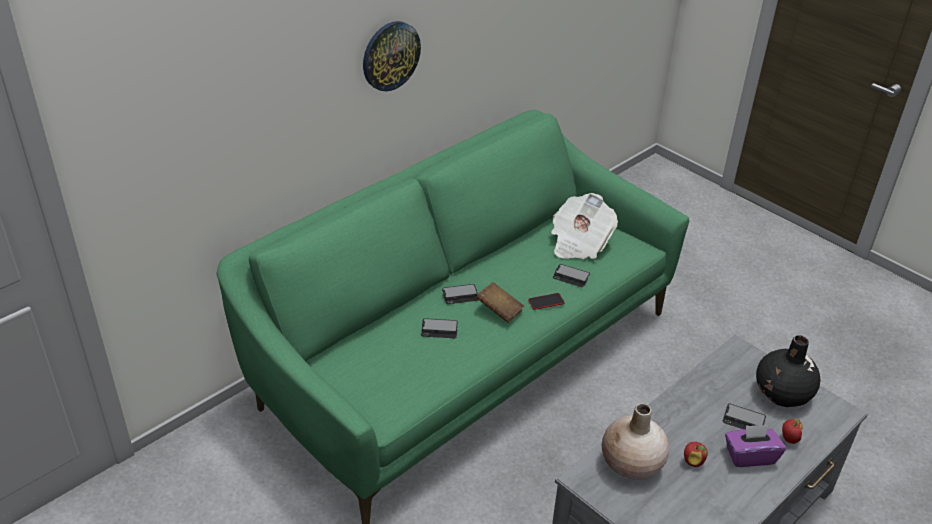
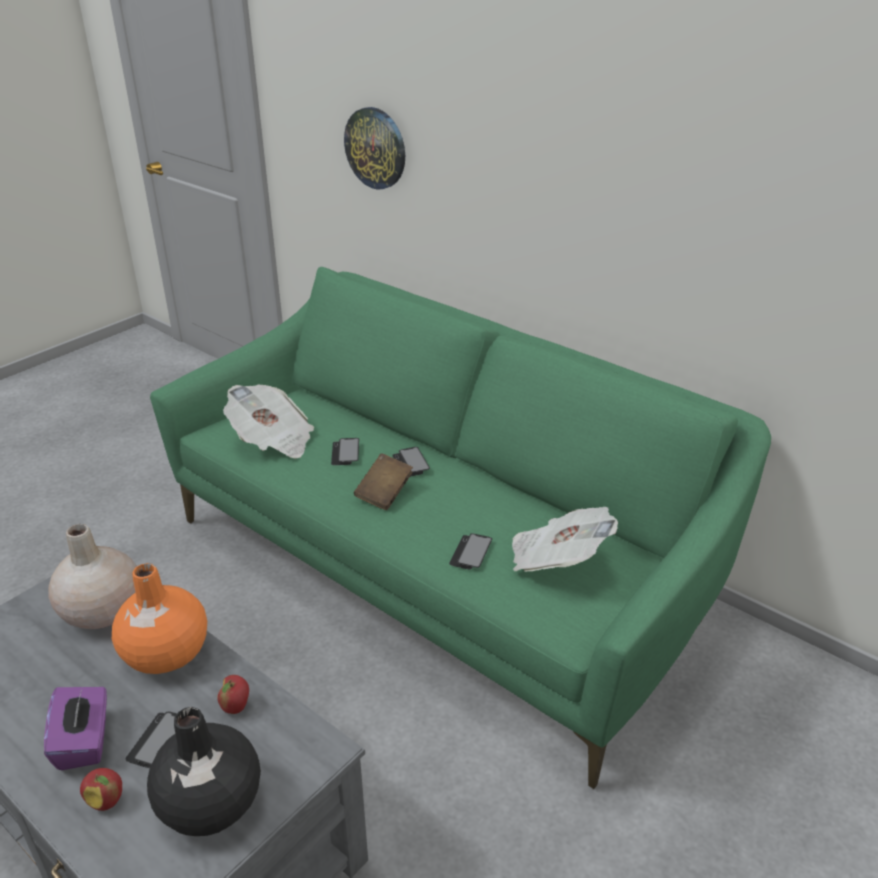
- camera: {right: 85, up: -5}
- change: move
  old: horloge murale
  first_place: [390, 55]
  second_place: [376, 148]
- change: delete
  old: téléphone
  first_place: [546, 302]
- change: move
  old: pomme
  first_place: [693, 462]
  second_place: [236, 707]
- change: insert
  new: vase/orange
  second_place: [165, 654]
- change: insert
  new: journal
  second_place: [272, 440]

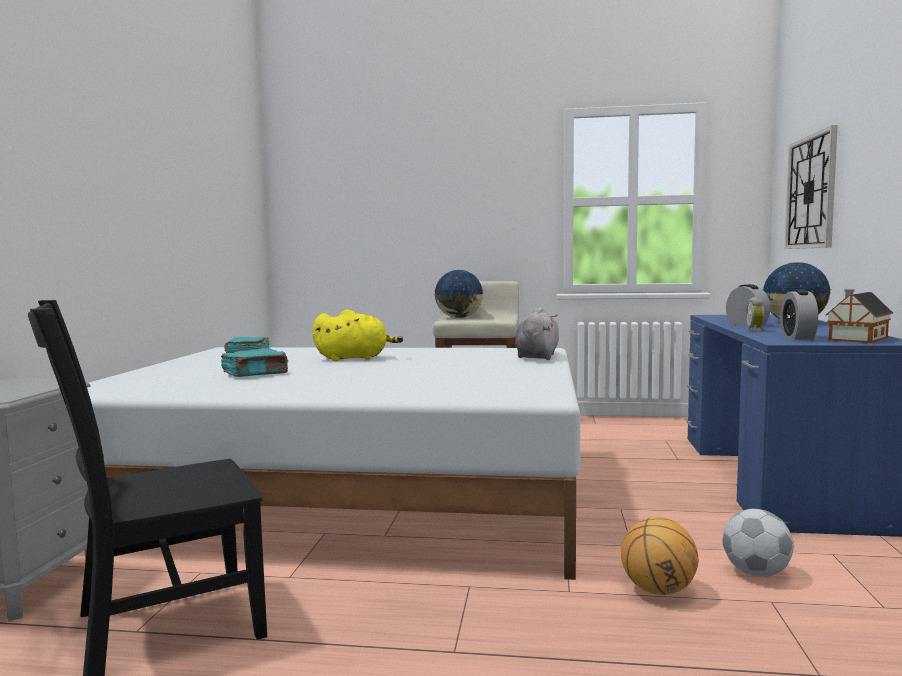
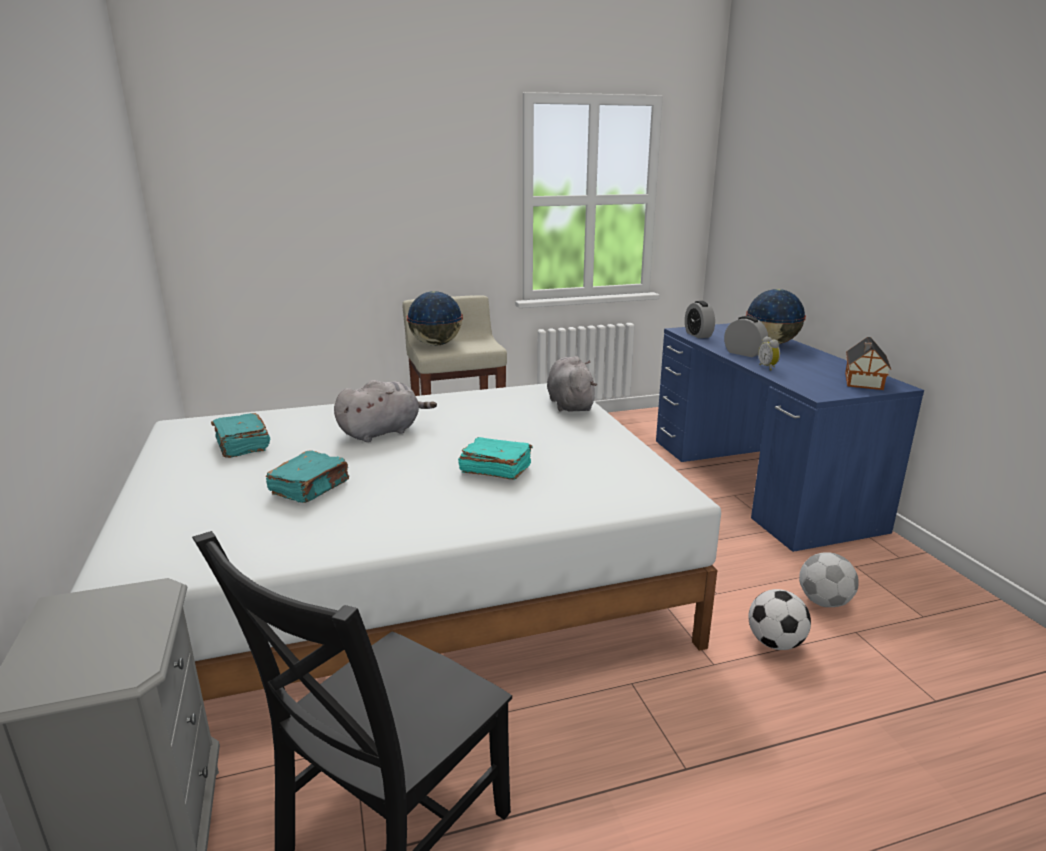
- camera: {right: -25, up: 15}
- change: recolor
  old: peluche/jaune
  new: peluche/gris
  first_place: [355, 358]
  second_place: [383, 432]
- change: replace
  old: ballon de basket
  new: ballon de foot
  first_place: [657, 590]
  second_place: [775, 643]
- change: move
  old: réveil
  first_place: [797, 337]
  second_place: [698, 335]
- change: delete
  old: horloge murale
  first_place: [811, 192]
- change: insert
  new: livre/turquoise
  second_place: [495, 470]

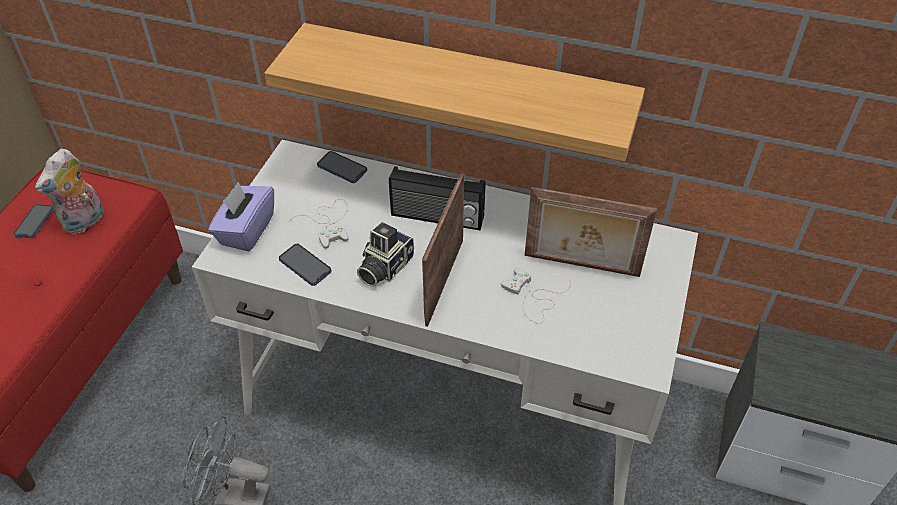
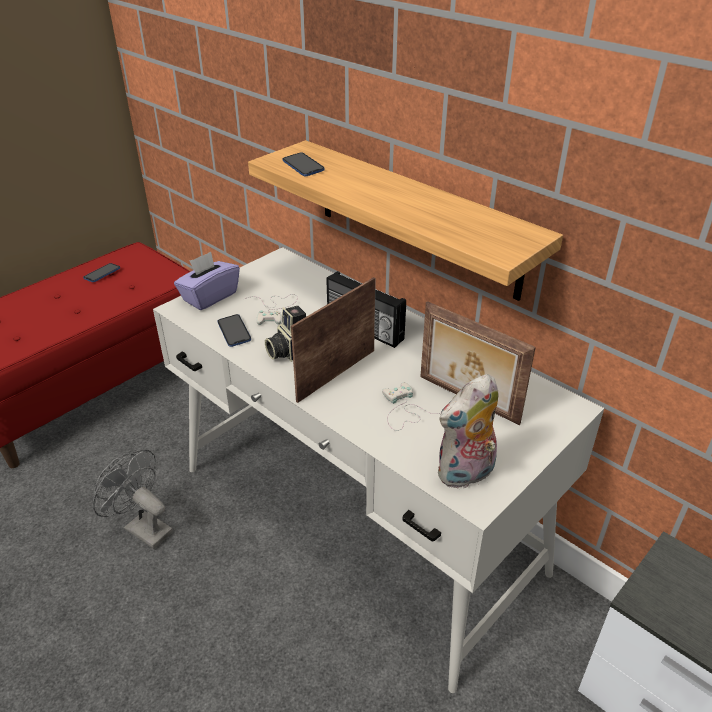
- camera: {right: 25, up: -10}
- change: move
  old: peluche
  first_place: [84, 222]
  second_place: [466, 475]
- change: move
  old: téléphone
  first_place: [342, 168]
  second_place: [303, 166]

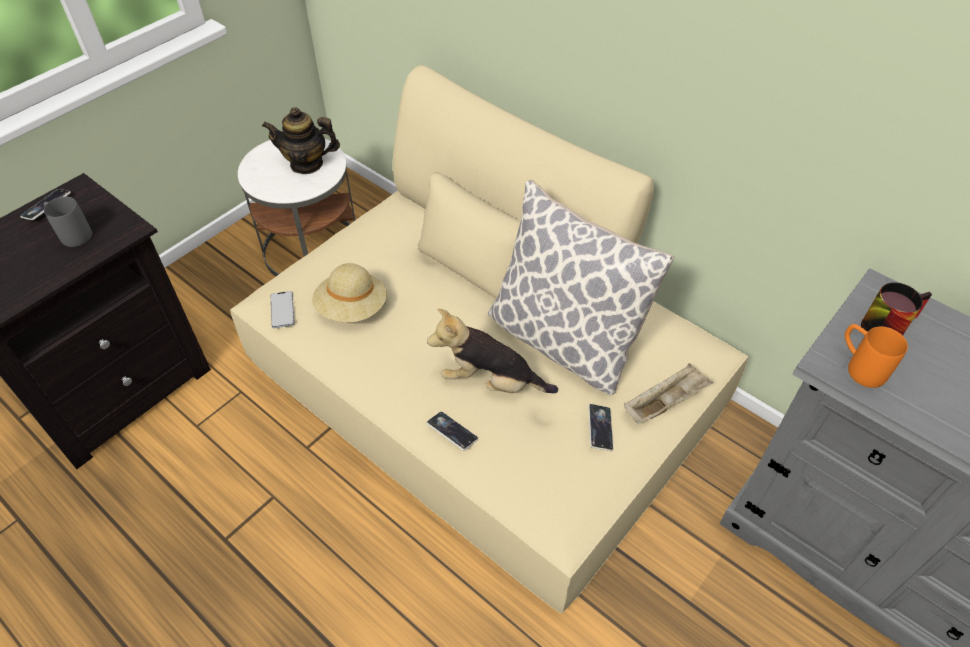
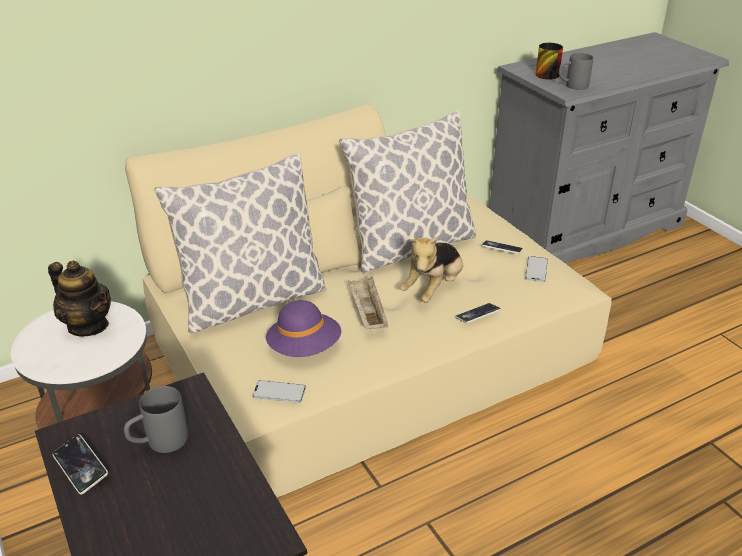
- camera: {right: -70, up: -15}
- change: rotate
  old: théière
  first_place: [307, 164]
  second_place: [88, 325]
  degrees: -75
- change: recolor
  old: chapeau/beige
  new: chapeau/violet
  first_place: [352, 308]
  second_place: [304, 348]
- change: move
  old: plateau/beige
  first_place: [665, 402]
  second_place: [367, 314]
- change: recolor
  old: mug/orange
  new: mug/gris
  first_place: [859, 366]
  second_place: [572, 86]
- change: insert
  new: coussin
  second_place: [252, 300]
- change: insert
  new: téléphone
  second_place: [536, 270]

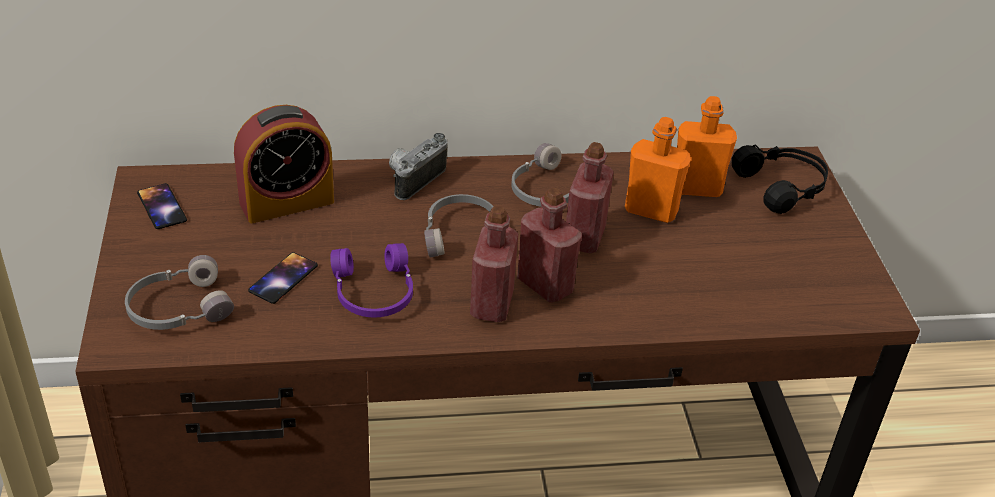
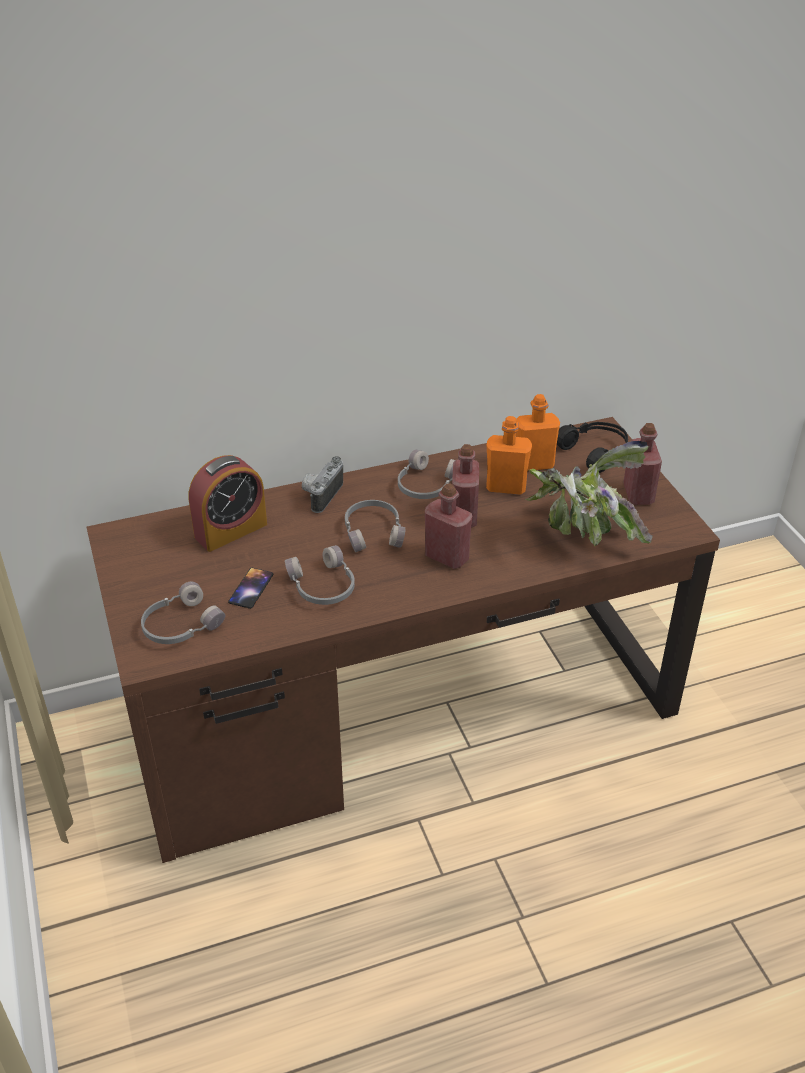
- camera: {right: -10, up: 0}
- change: delete
  old: téléphone
  first_place: [161, 207]
- change: recolor
  old: casque audio/violet
  new: casque audio/gris
  first_place: [372, 293]
  second_place: [322, 586]
- change: move
  old: bouteille/rouge
  first_place: [492, 304]
  second_place: [638, 494]
- change: insert
  new: plante en pot
  second_place: [581, 534]

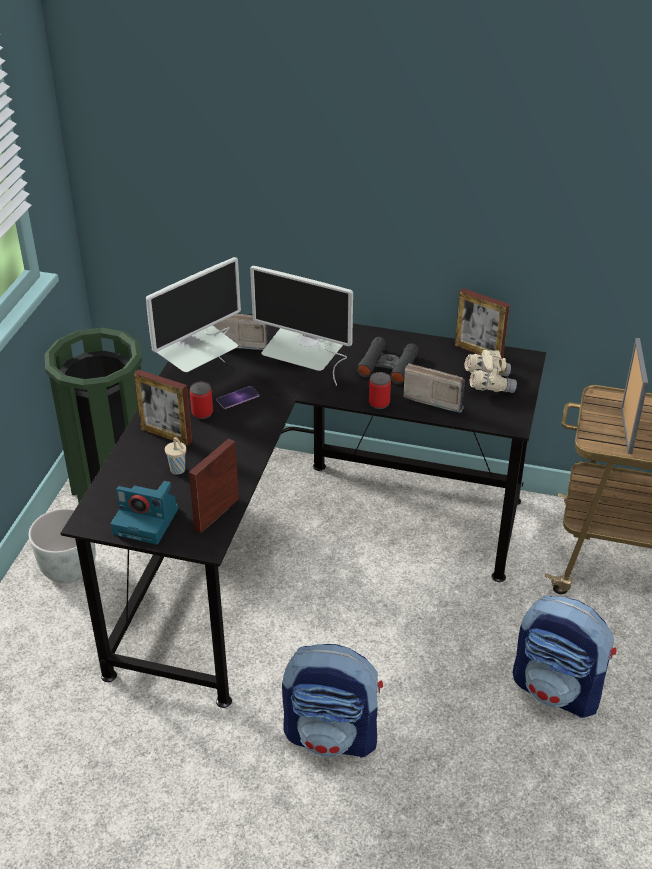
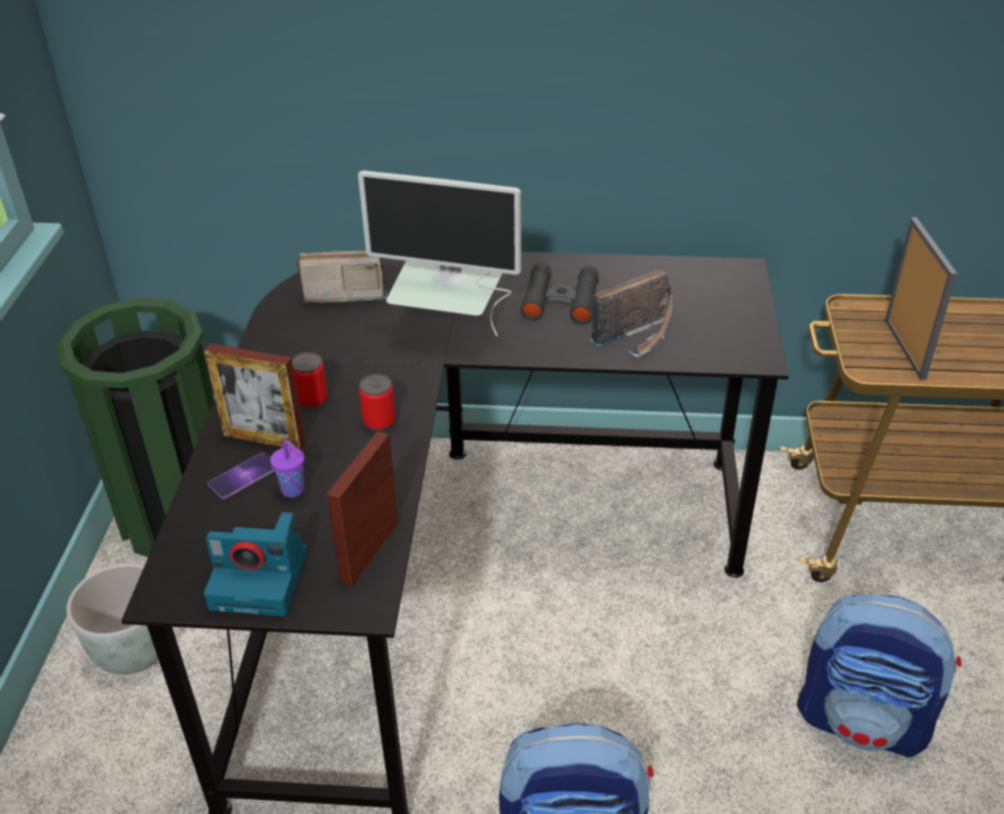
- camera: {right: -10, up: 0}
- change: delete
  old: écran d'ordinateur
  first_place: [197, 375]
- change: recolor
  old: tasse/beige
  new: tasse/violet
  first_place: [178, 470]
  second_place: [294, 490]
- change: move
  old: téléphone
  first_place: [238, 397]
  second_place: [244, 476]
- change: move
  old: boîte métallique
  first_place: [379, 403]
  second_place: [379, 421]
- change: rotate
  old: radio
  first_place: [433, 398]
  second_place: [638, 336]
  degrees: 135
- change: delete
  old: cadre photo
  first_place: [478, 352]
- change: delete
  old: jumelles/beige
  first_place: [488, 384]

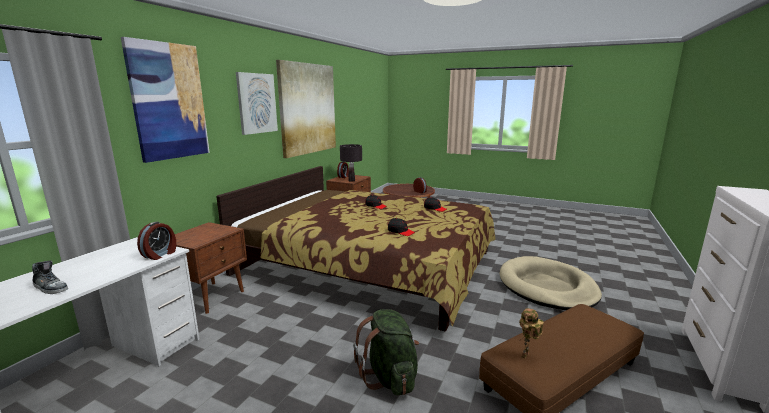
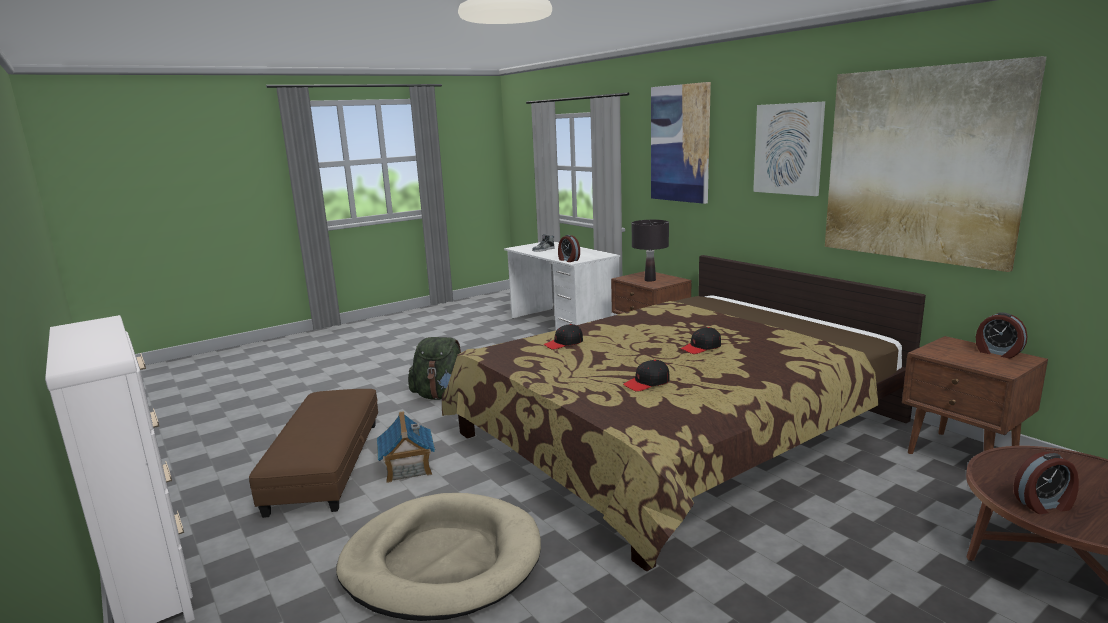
- camera: {right: 120, up: 0}
- change: move
  old: lampe de table/noir
  first_place: [351, 180]
  second_place: [650, 280]
- change: delete
  old: robot jouet
  first_place: [526, 356]
- change: insert
  new: maison miniature
  second_place: [407, 468]

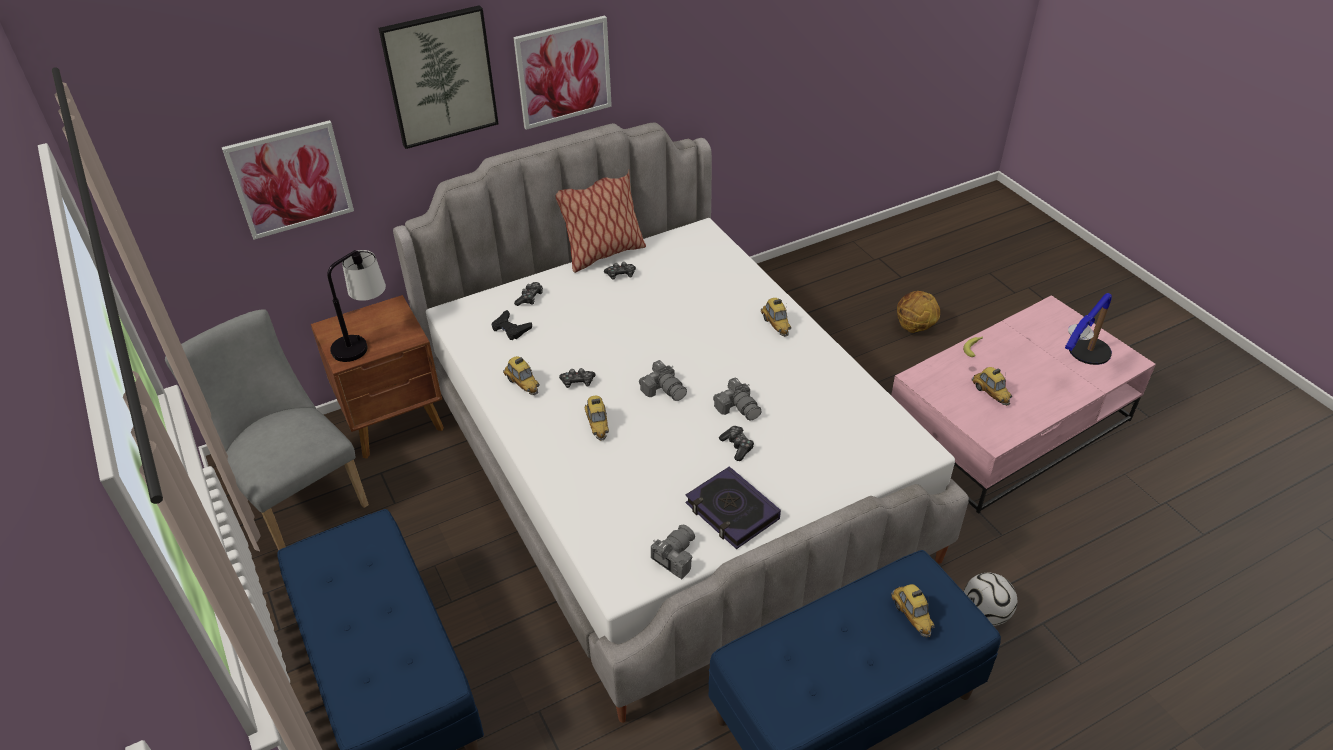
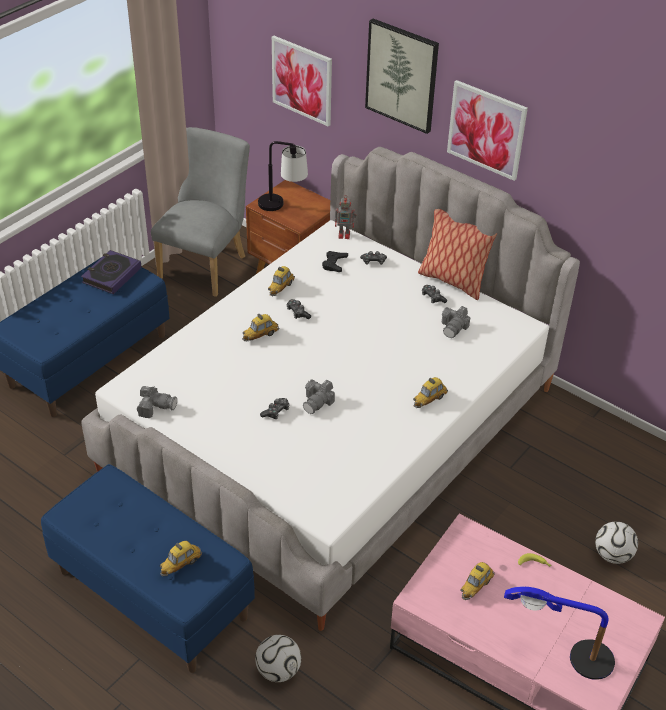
- camera: {right: 65, up: 0}
- change: move
  old: appareil photo
  first_place: [664, 389]
  second_place: [454, 327]
- change: move
  old: livre
  first_place: [732, 512]
  second_place: [111, 275]
- change: replace
  old: ballon de basket
  new: ballon de foot
  first_place: [914, 327]
  second_place: [612, 555]
- change: insert
  new: robot jouet
  second_place: [345, 235]

